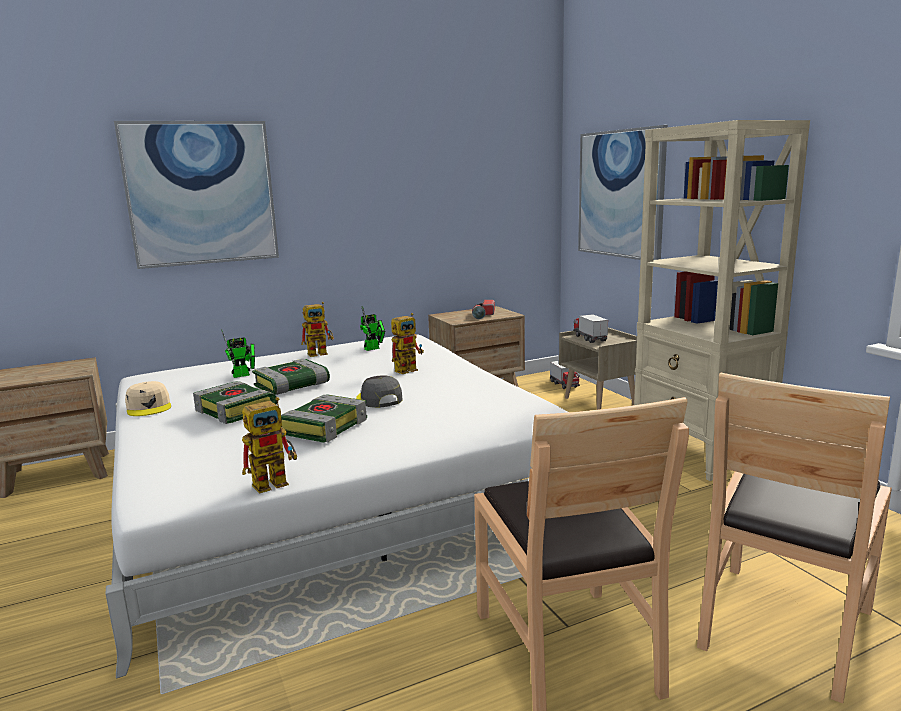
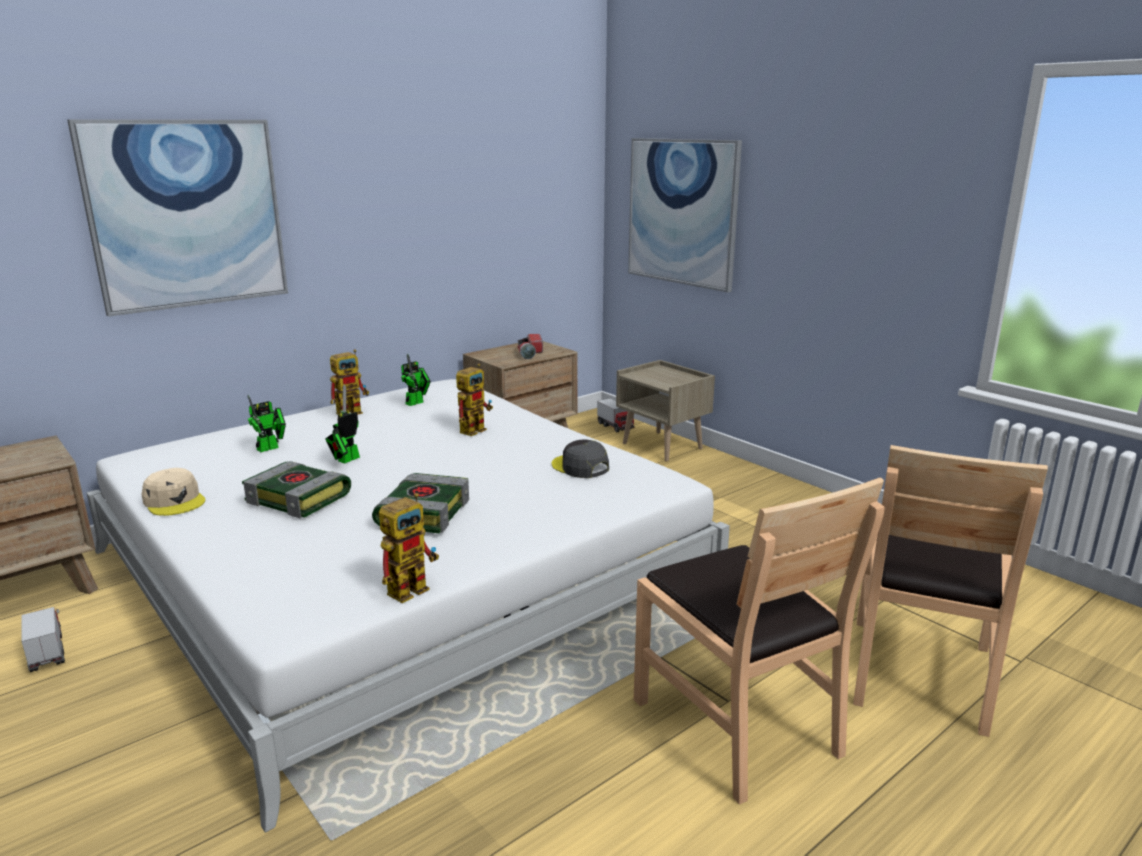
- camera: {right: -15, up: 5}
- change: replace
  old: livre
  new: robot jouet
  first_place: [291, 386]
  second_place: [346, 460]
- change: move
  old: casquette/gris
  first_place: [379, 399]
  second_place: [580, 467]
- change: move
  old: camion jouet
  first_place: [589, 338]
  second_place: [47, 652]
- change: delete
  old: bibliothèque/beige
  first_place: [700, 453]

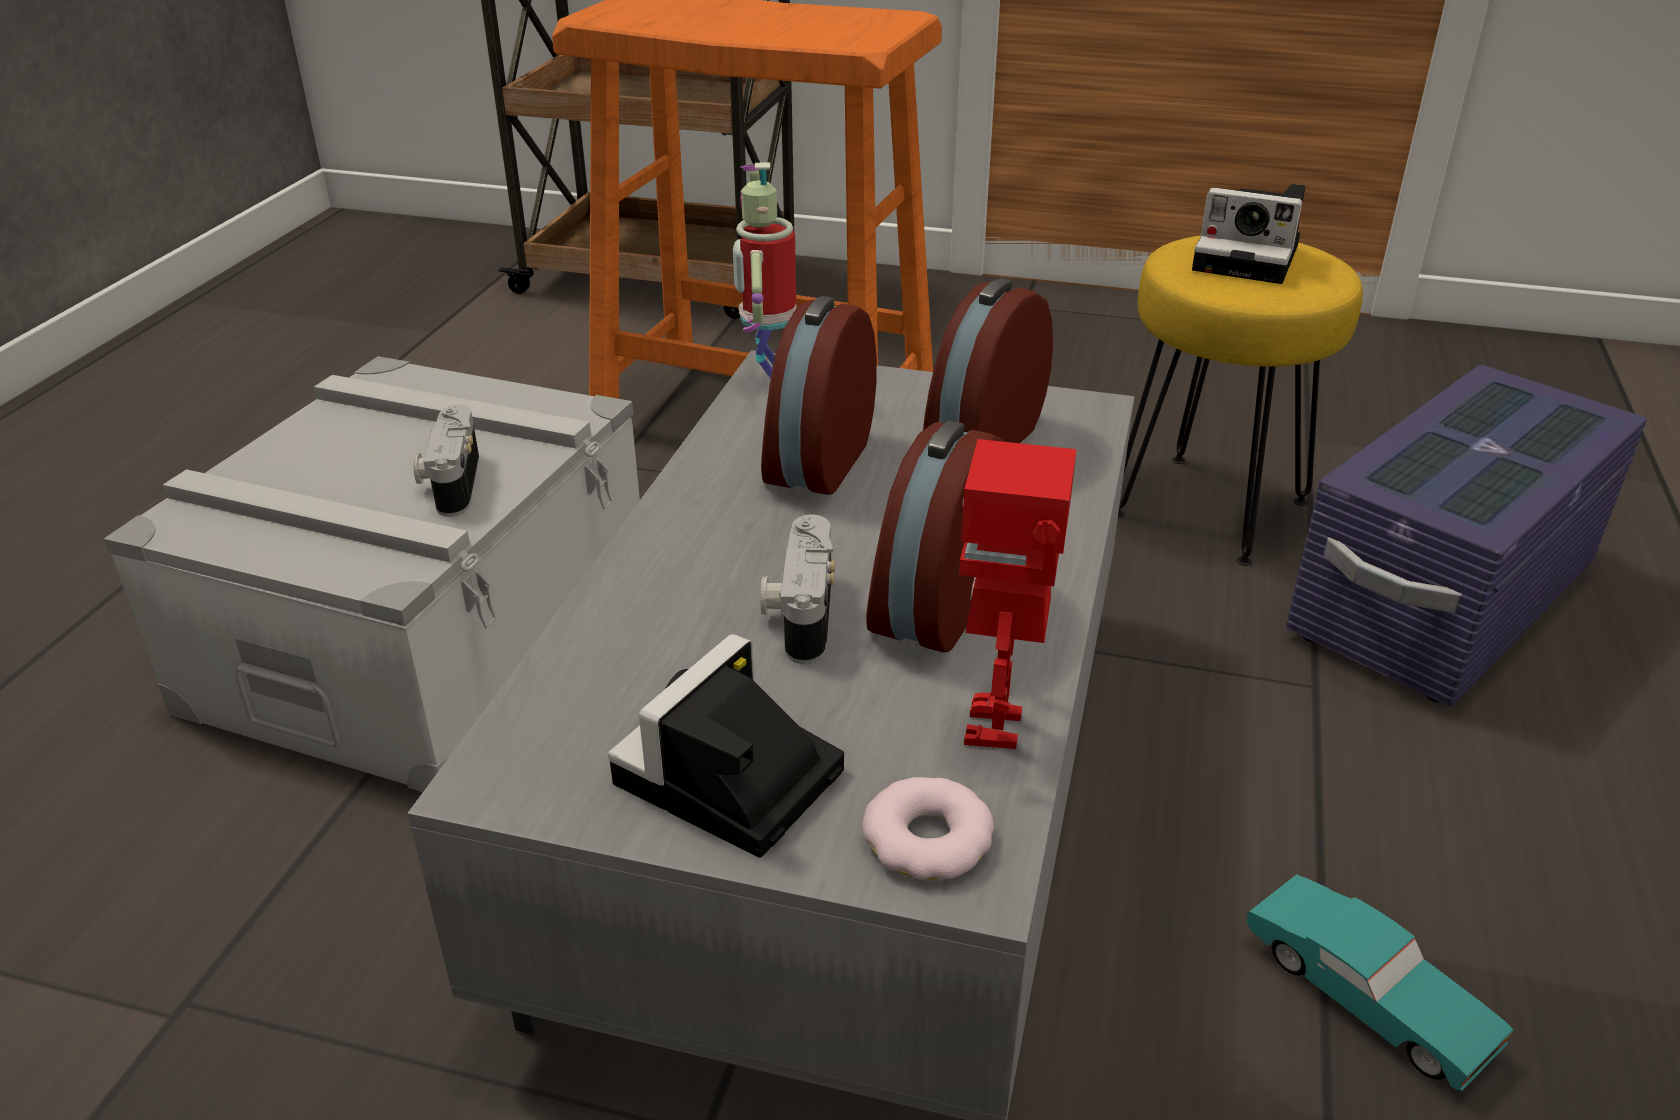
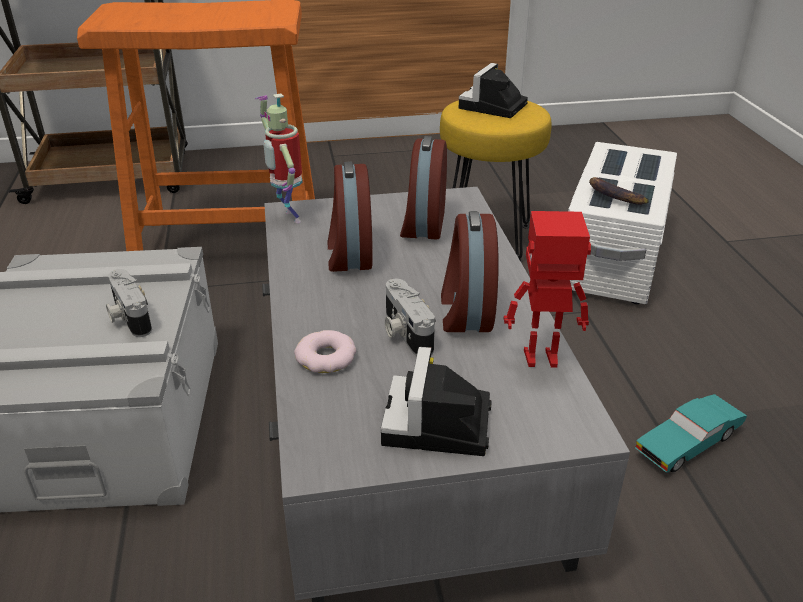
- camera: {right: -25, up: 0}
- change: move
  old: beignet
  first_place: [928, 839]
  second_place: [326, 357]
- change: rotate
  old: robot jouet
  first_place: [997, 728]
  second_place: [541, 360]
  degrees: 105
- change: rotate
  old: appareil photo
  first_place: [1251, 258]
  second_place: [492, 107]
  degrees: 120
- change: rotate
  old: petite voiture/turquoise
  first_place: [1364, 997]
  second_place: [688, 443]
  degrees: 120
- change: recolor
  old: boîte de rangement/violet
  new: boîte de rangement/blanc
  first_place: [1440, 601]
  second_place: [611, 258]
- change: insert
  new: banane
  second_place: [613, 196]

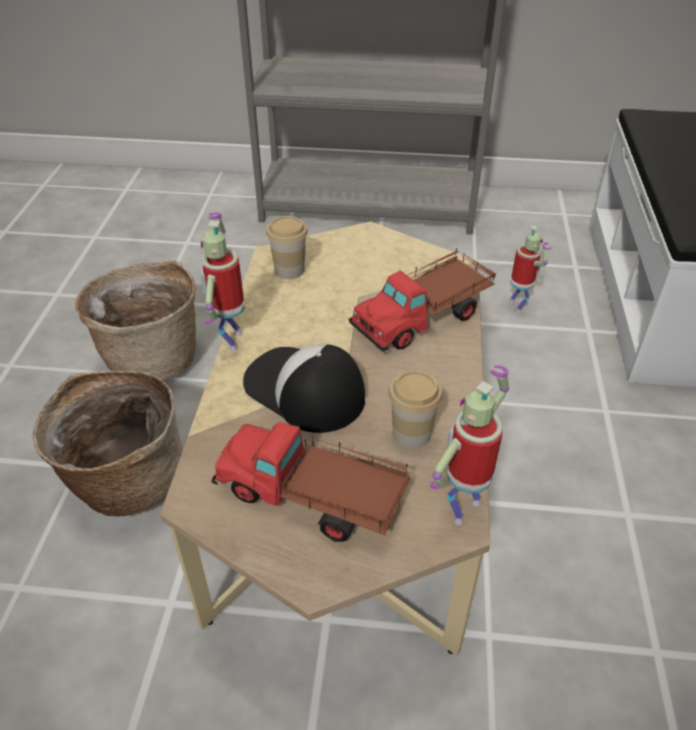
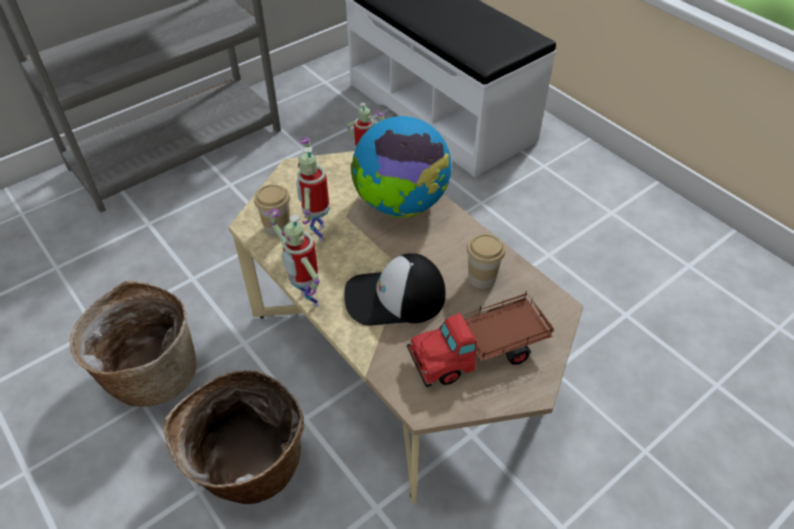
- camera: {right: -45, up: 5}
- change: replace
  old: camion jouet
  new: globe
  first_place: [424, 317]
  second_place: [401, 204]
- change: move
  old: robot jouet
  first_place: [463, 507]
  second_place: [317, 232]

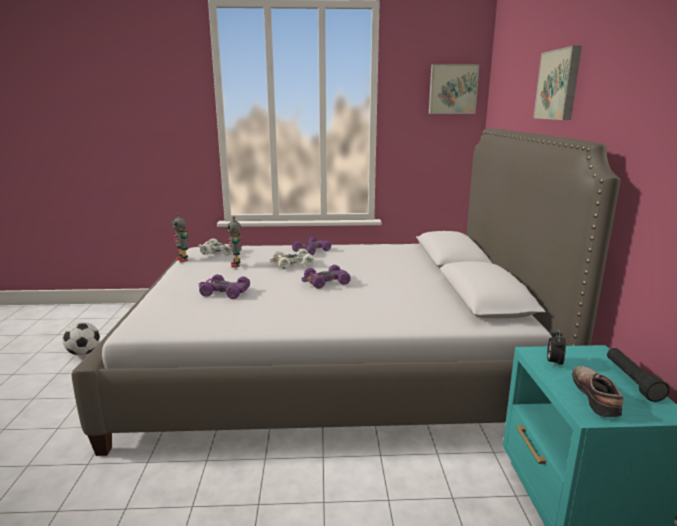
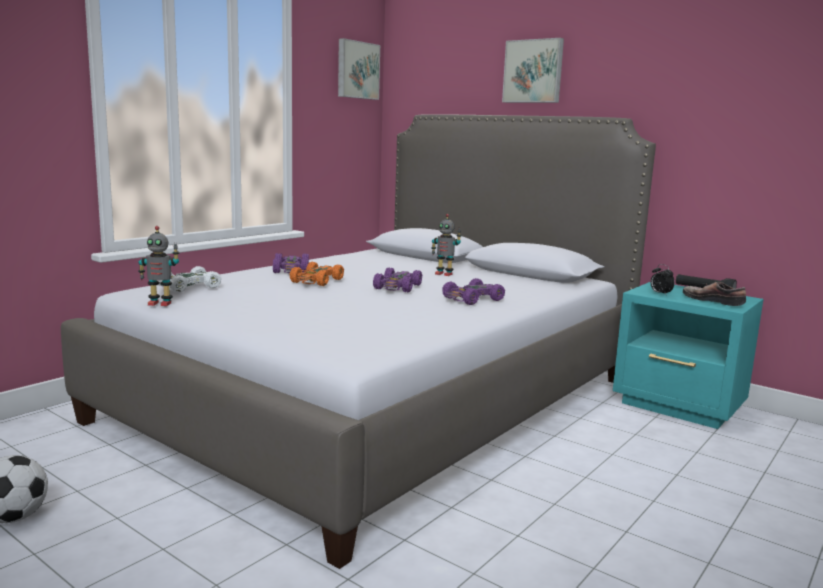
- camera: {right: -50, up: -5}
- change: move
  old: petite voiture/violet
  first_place: [224, 292]
  second_place: [472, 299]
- change: move
  old: robot jouet
  first_place: [236, 265]
  second_place: [444, 274]
- change: recolor
  old: petite voiture/blanc
  new: petite voiture/orange
  first_place: [293, 264]
  second_place: [317, 281]

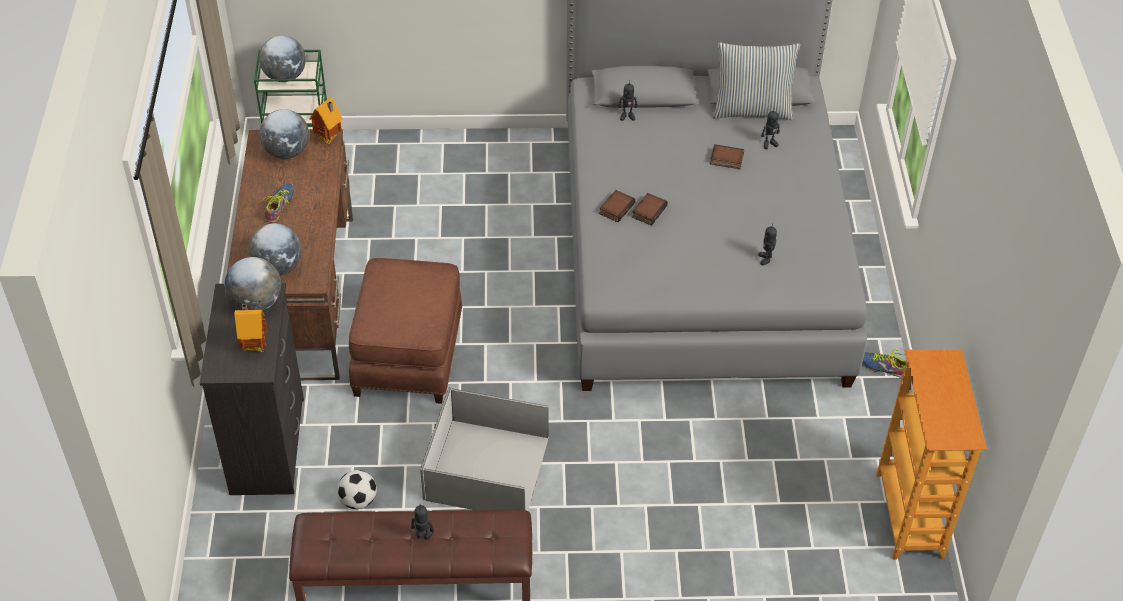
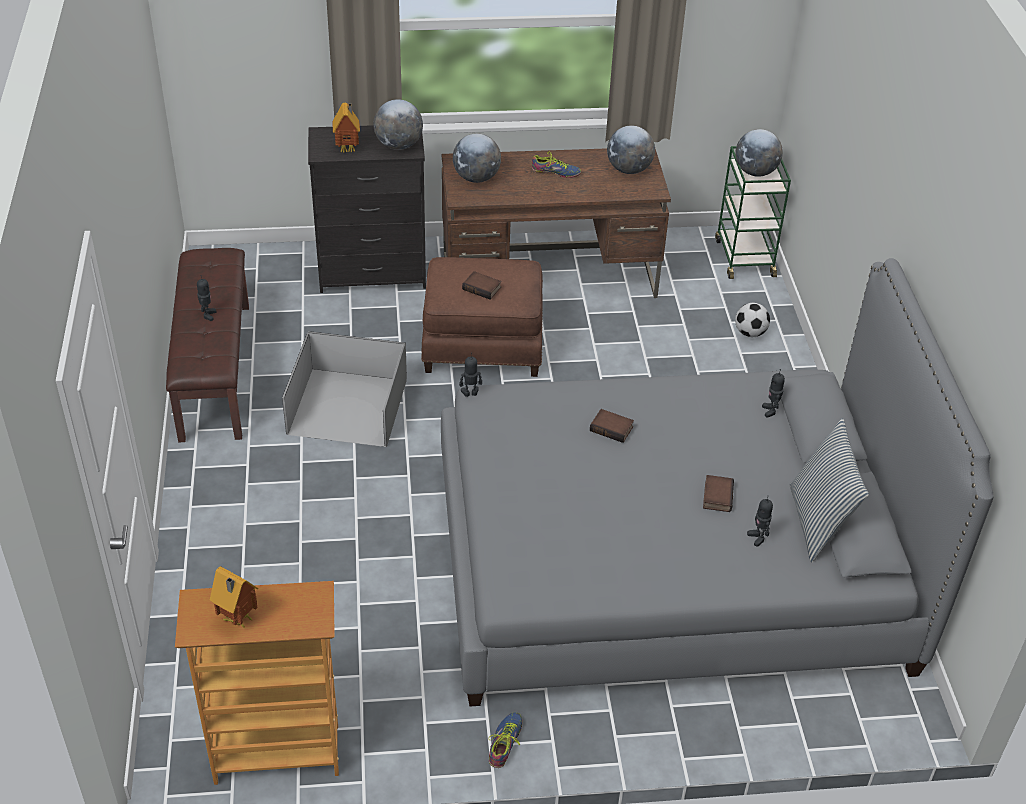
- camera: {right: 85, up: -5}
- change: move
  old: maison miniature
  first_place: [329, 139]
  second_place: [237, 620]
- change: move
  old: ballon de foot
  first_place: [358, 500]
  second_place: [750, 333]
- change: move
  old: livre
  first_place: [616, 208]
  second_place: [482, 288]
- change: move
  old: robot jouet
  first_place: [766, 259]
  second_place: [470, 393]

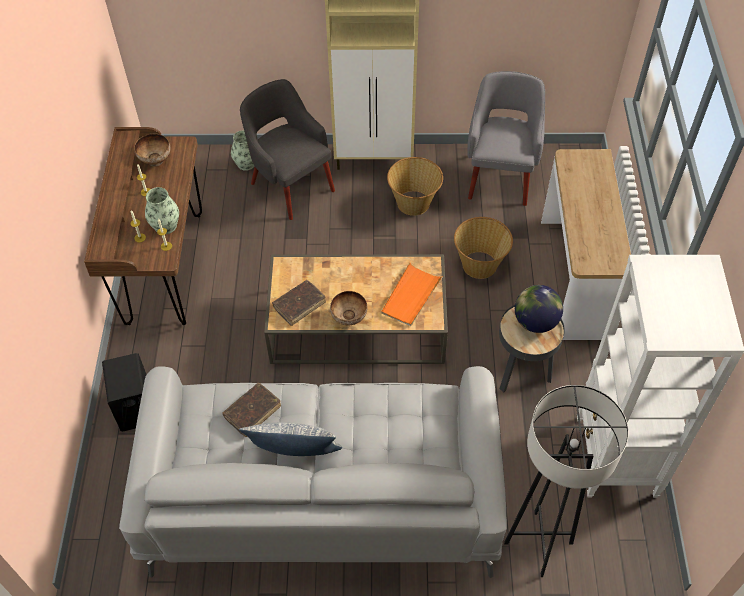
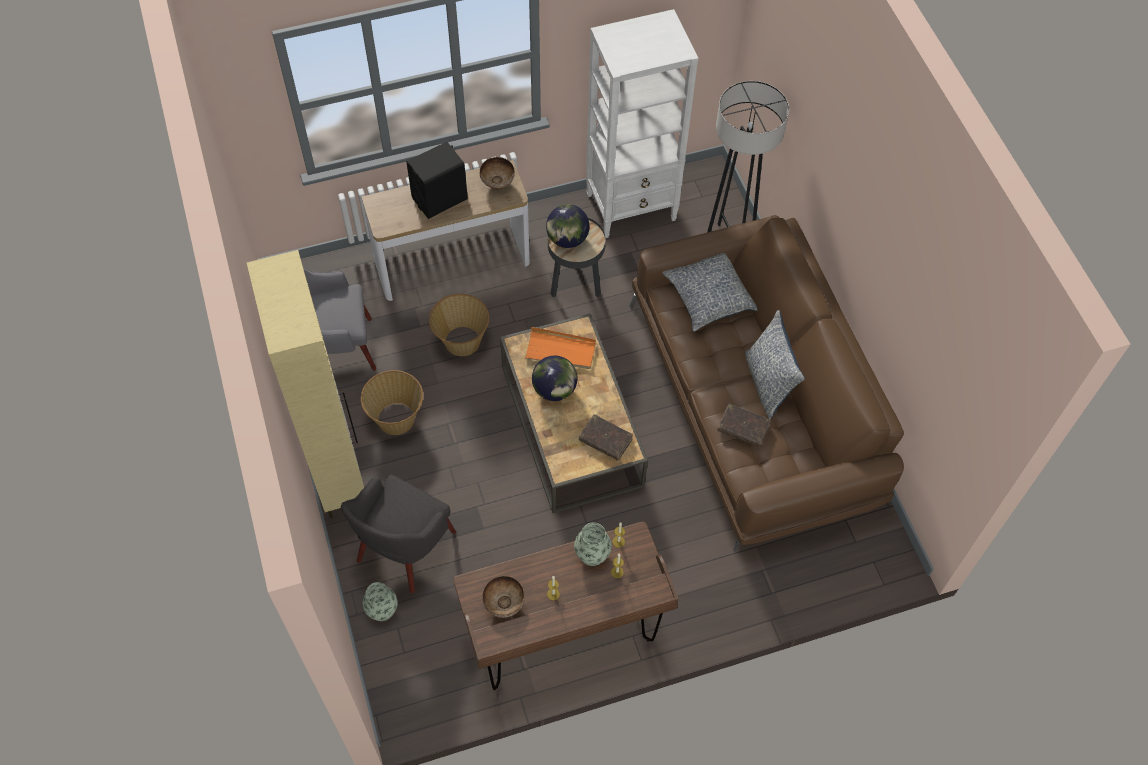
- camera: {right: -110, up: 5}
- change: move
  old: enceinte/noir
  first_place: [136, 407]
  second_place: [440, 198]
- change: recolor
  old: canapé/gris
  new: canapé/marron
  first_place: [320, 492]
  second_place: [753, 404]
- change: move
  old: bol
  first_place: [349, 318]
  second_place: [498, 184]
- change: insert
  new: globe
  second_place: [554, 390]
- change: insert
  new: coussin
  second_place: [707, 297]

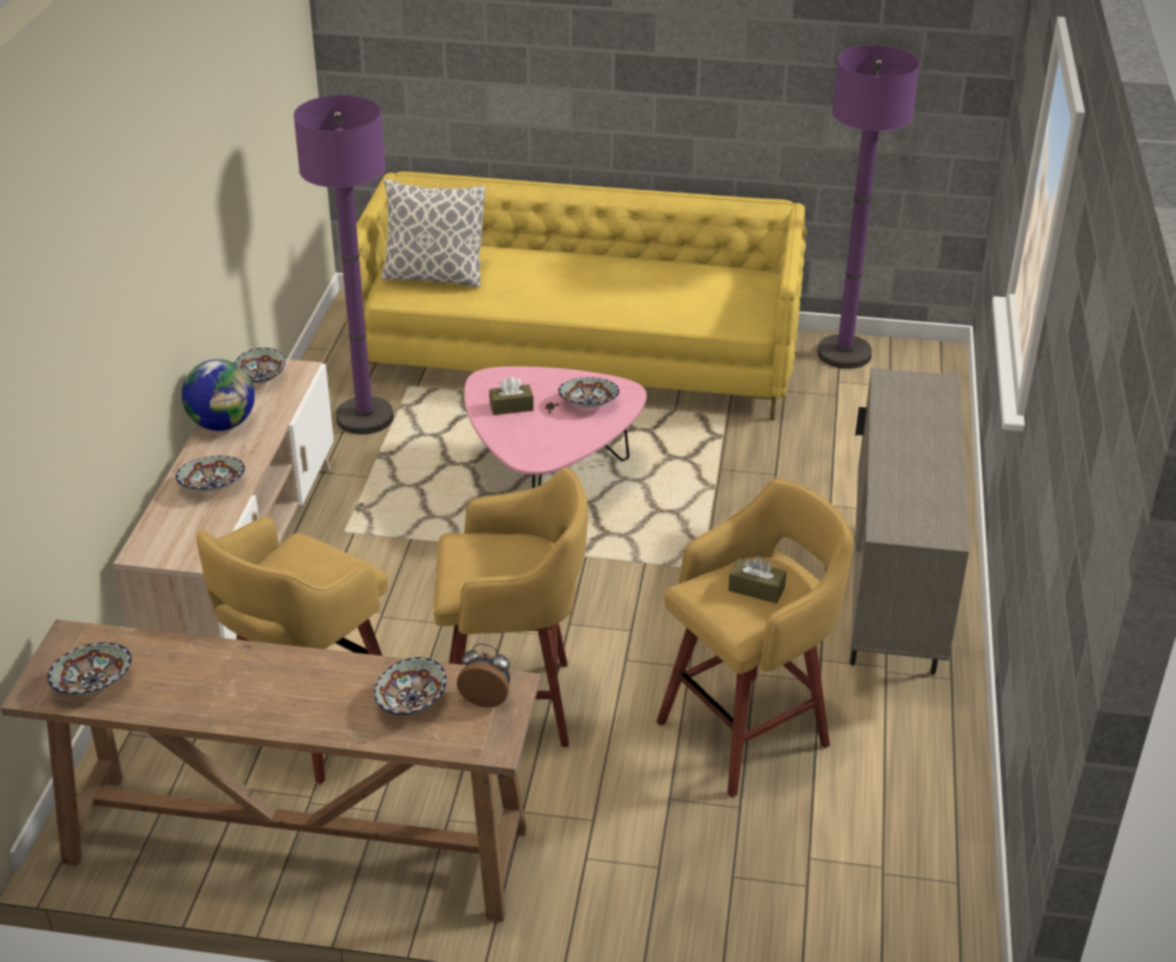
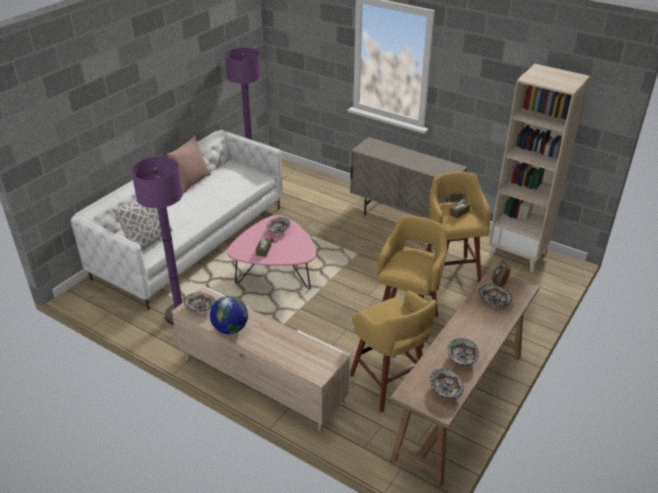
- camera: {right: -65, up: 0}
- change: move
  old: bol
  first_place: [212, 487]
  second_place: [462, 359]
- change: recolor
  old: canapé/jaune
  new: canapé/blanc
  first_place: [578, 357]
  second_place: [192, 241]
- change: insert
  new: coussin/rose
  second_place: [192, 182]
- change: insert
  new: bibliothèque/beige
  second_place: [518, 254]

